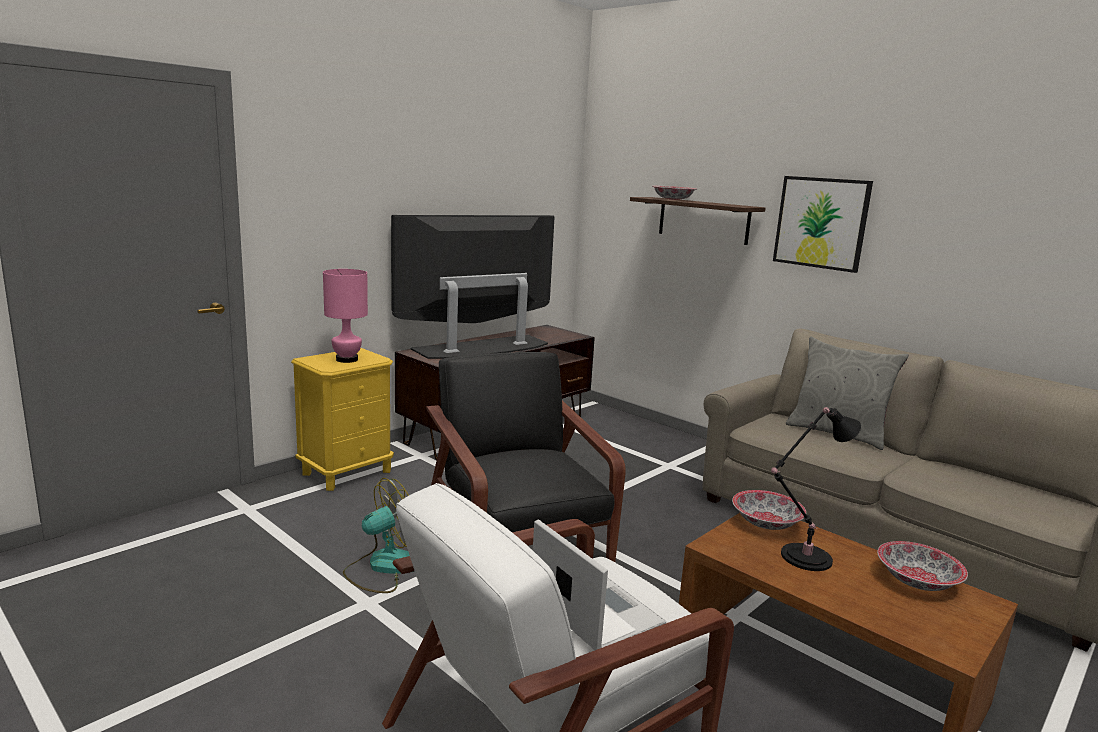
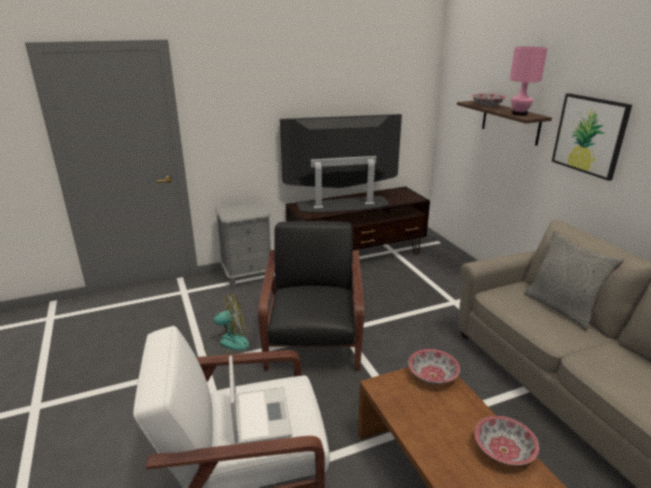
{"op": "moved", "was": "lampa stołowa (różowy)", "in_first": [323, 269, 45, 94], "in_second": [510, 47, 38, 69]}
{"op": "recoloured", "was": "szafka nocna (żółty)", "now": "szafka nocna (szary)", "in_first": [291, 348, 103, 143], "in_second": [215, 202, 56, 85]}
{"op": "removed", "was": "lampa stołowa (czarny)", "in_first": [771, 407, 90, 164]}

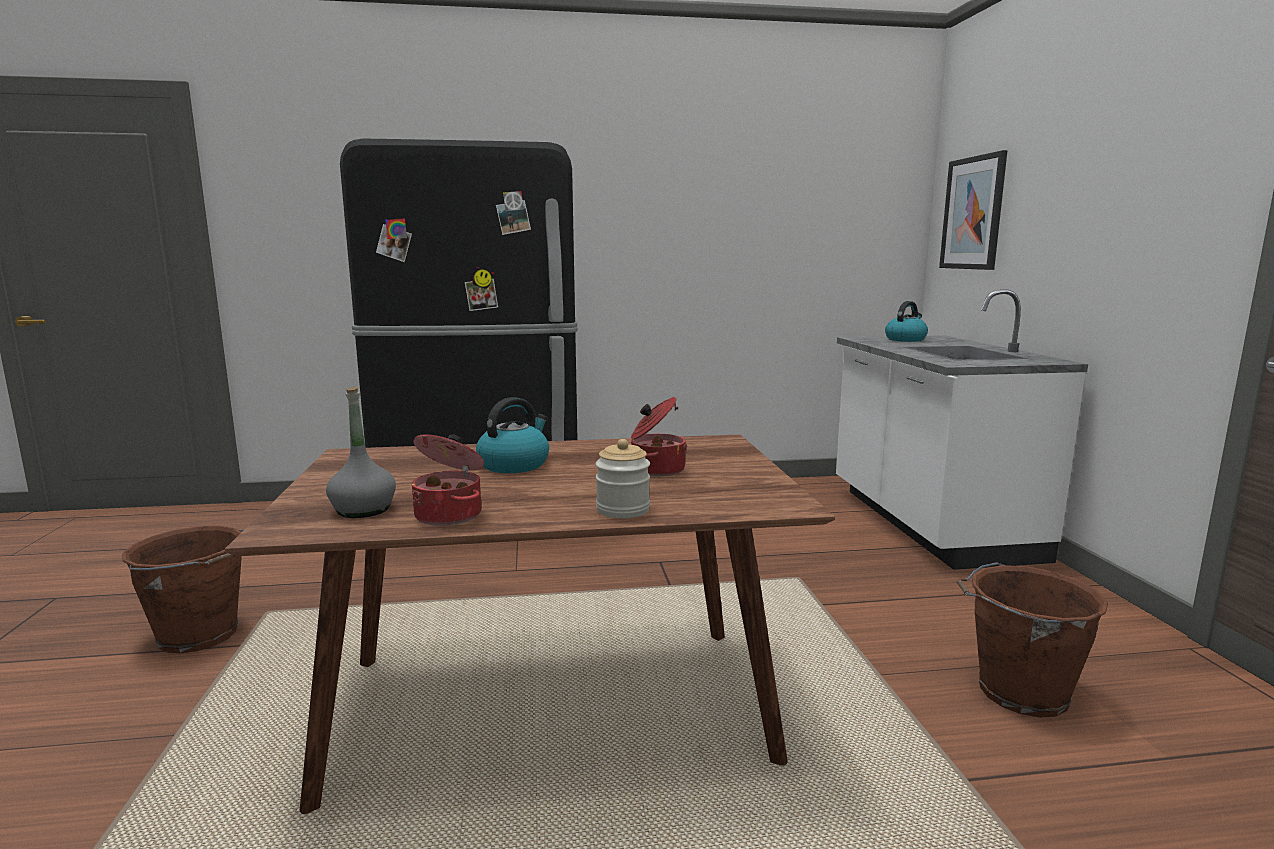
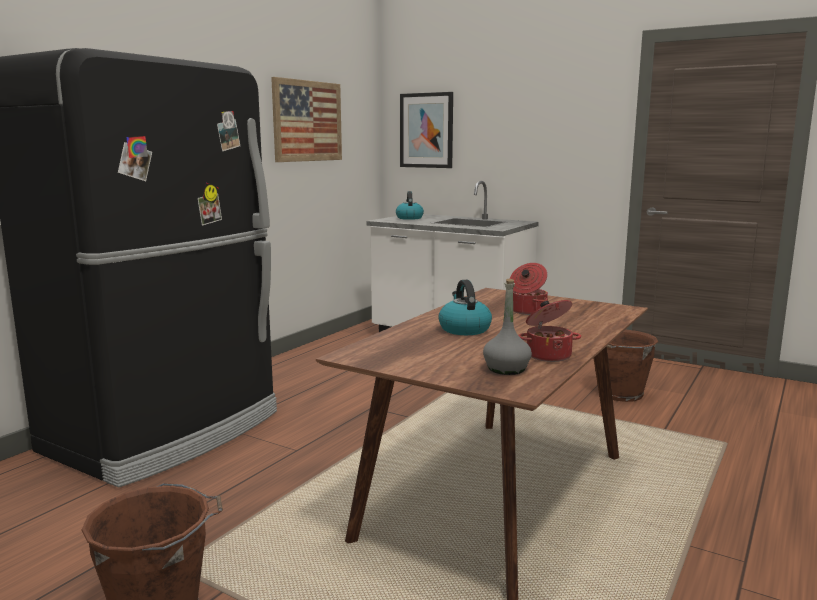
{"op": "removed", "was": "słoik", "in_first": [595, 439, 55, 79]}
{"op": "added", "now": "obraz", "in_second": [271, 77, 71, 85]}

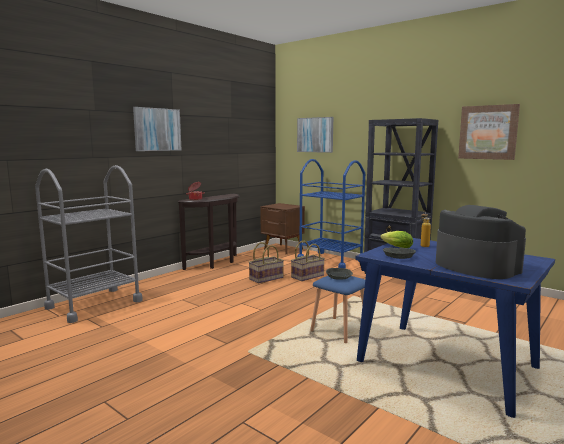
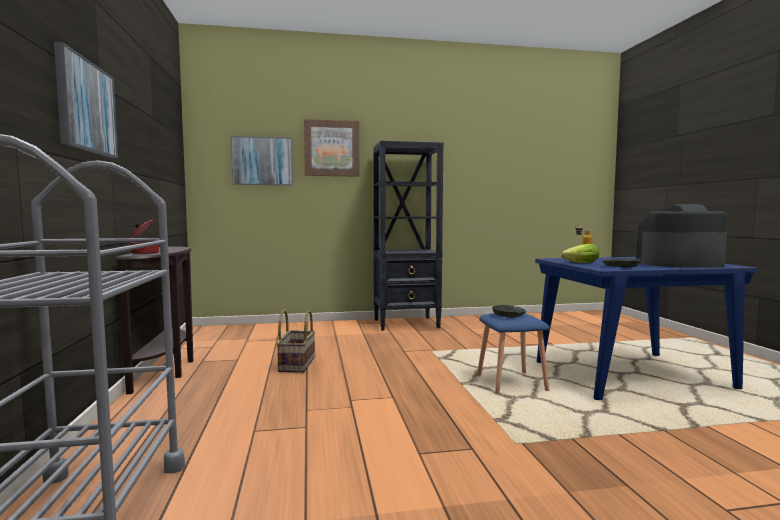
{"op": "moved", "was": "obraz", "in_first": [458, 104, 62, 56], "in_second": [304, 119, 55, 58]}
{"op": "removed", "was": "wózek (niebieski)", "in_first": [297, 159, 68, 110]}
{"op": "removed", "was": "szafka nocna (brązowy)", "in_first": [260, 203, 45, 51]}
{"op": "removed", "was": "koszyk", "in_first": [291, 241, 34, 40]}

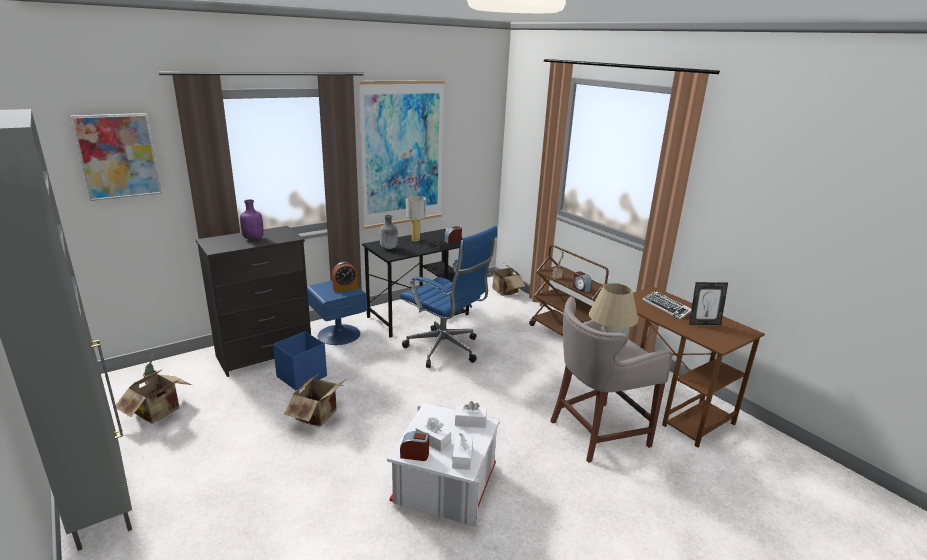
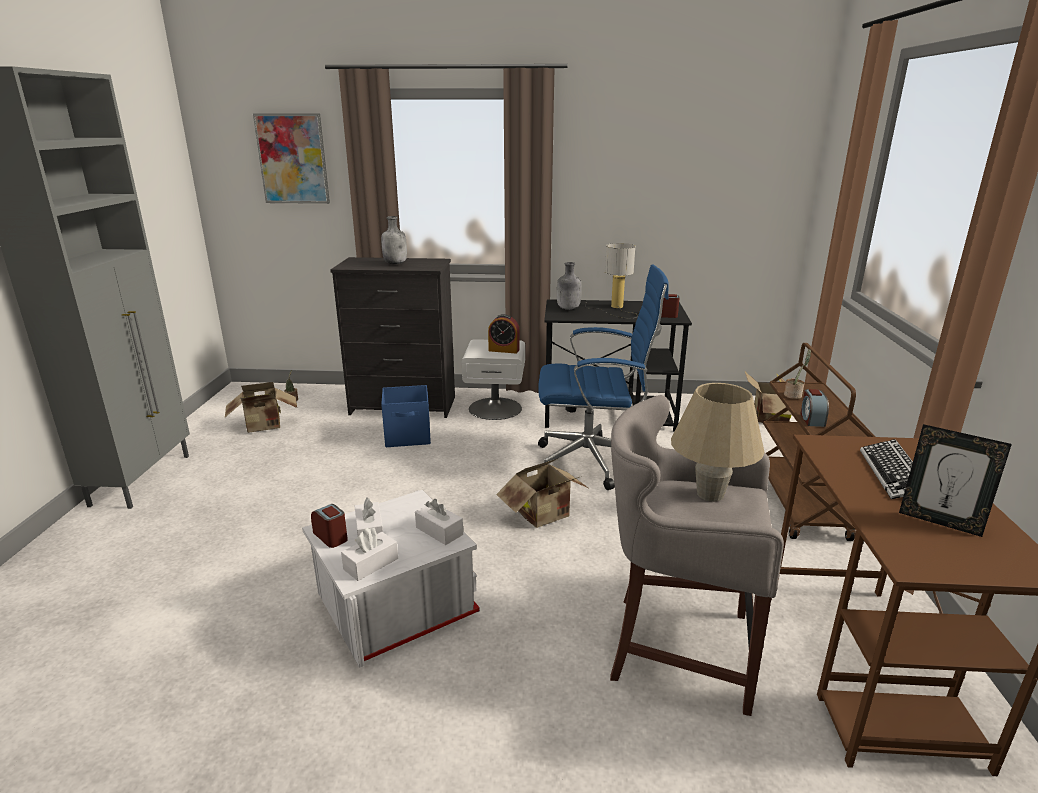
{"op": "removed", "was": "obraz", "in_first": [358, 80, 87, 149]}
{"op": "recoloured", "was": "butelka (fioletowy)", "now": "butelka (szary)", "in_first": [240, 200, 23, 40], "in_second": [381, 216, 26, 48]}
{"op": "turned", "was": "krzesło biurowe (niebieski)", "in_first": [400, 226, 98, 142], "in_second": [538, 264, 131, 226], "clockwise": -75}
{"op": "recoloured", "was": "szafka nocna (niebieski)", "now": "szafka nocna (biały)", "in_first": [307, 281, 60, 64], "in_second": [462, 339, 63, 81]}
{"op": "moved", "was": "karton", "in_first": [284, 373, 61, 54], "in_second": [496, 459, 92, 69]}

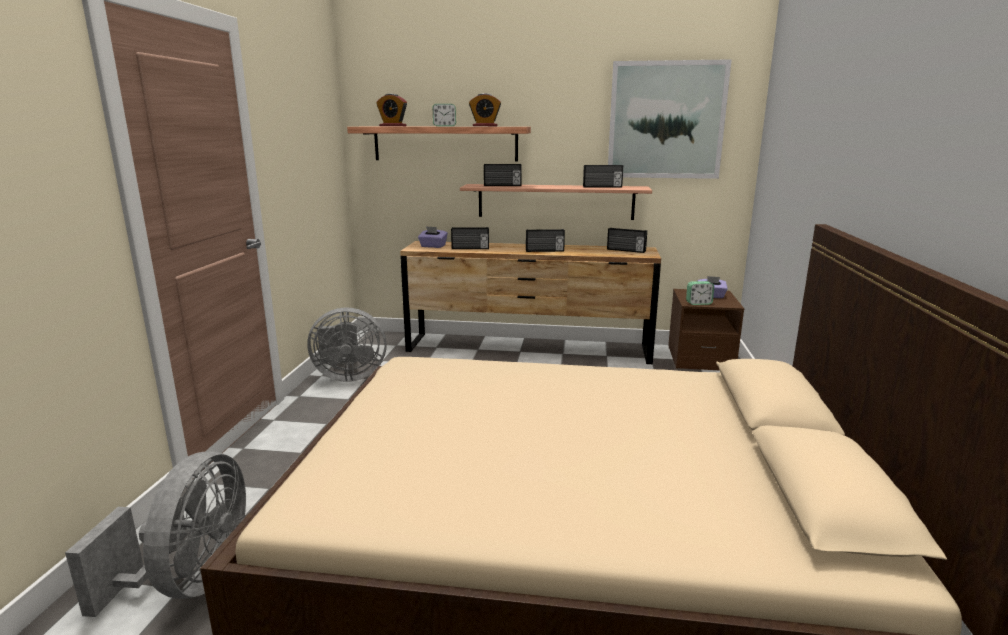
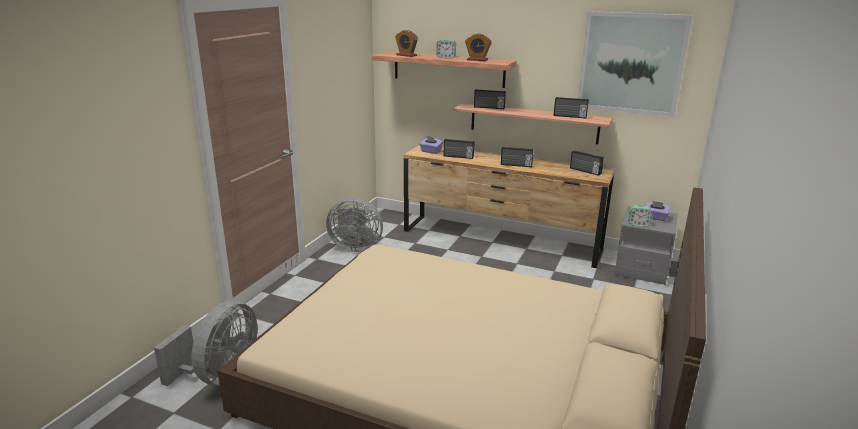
{"op": "recoloured", "was": "szafka nocna (brązowy)", "now": "szafka nocna (szary)", "in_first": [668, 289, 76, 81], "in_second": [614, 206, 64, 79]}

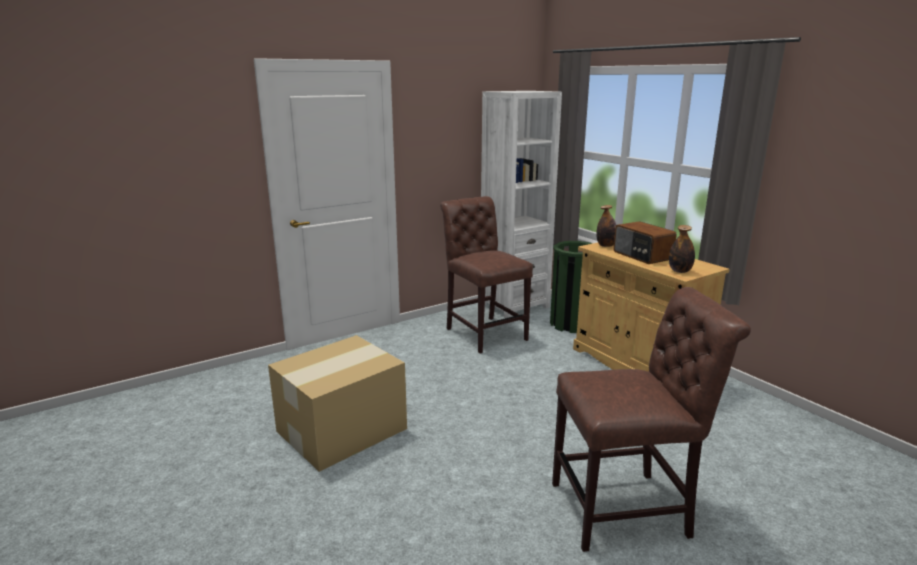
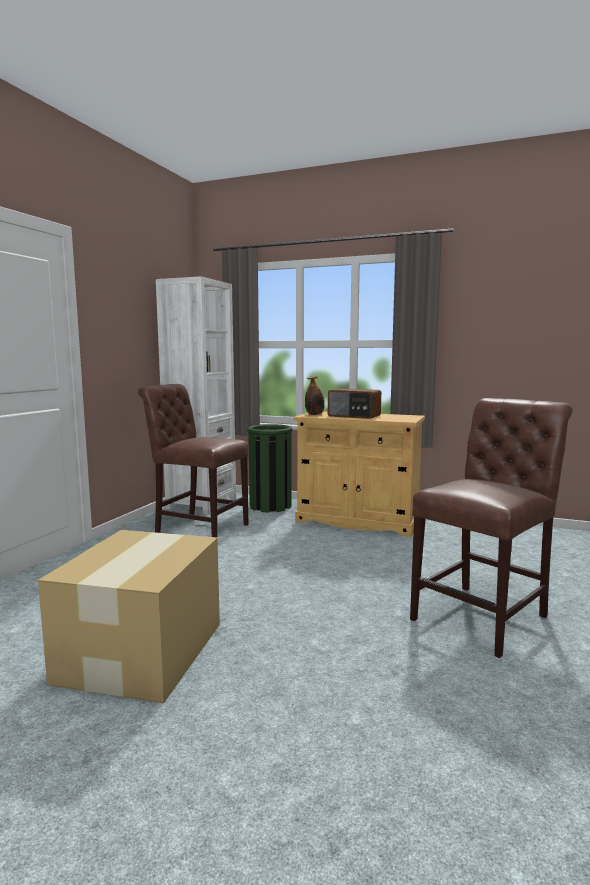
{"op": "removed", "was": "butelka", "in_first": [669, 225, 26, 48]}

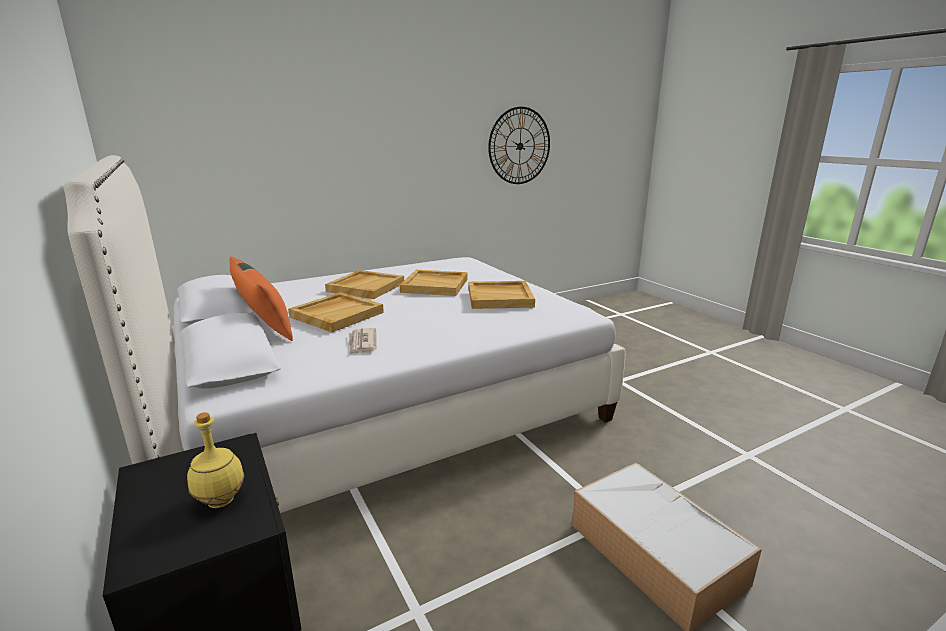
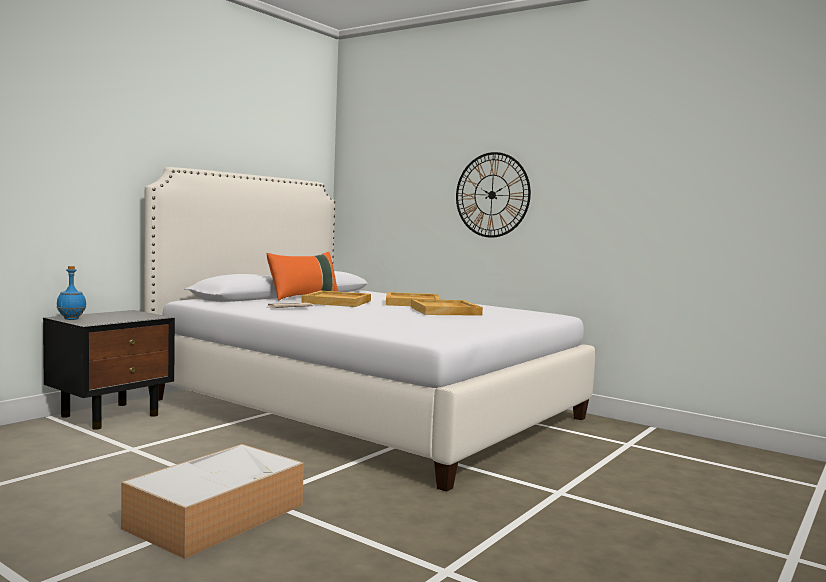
{"op": "moved", "was": "zegar ścienny", "in_first": [488, 107, 62, 77], "in_second": [456, 152, 75, 86]}
{"op": "removed", "was": "taca (beżowy)", "in_first": [469, 281, 66, 28]}
{"op": "removed", "was": "butelka (żółty)", "in_first": [187, 412, 58, 96]}
{"op": "added", "now": "butelka (niebieski)", "in_second": [57, 266, 29, 54]}

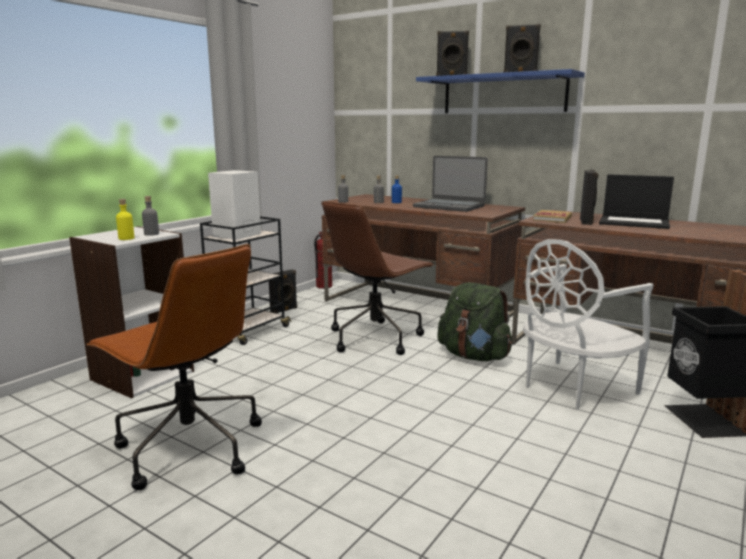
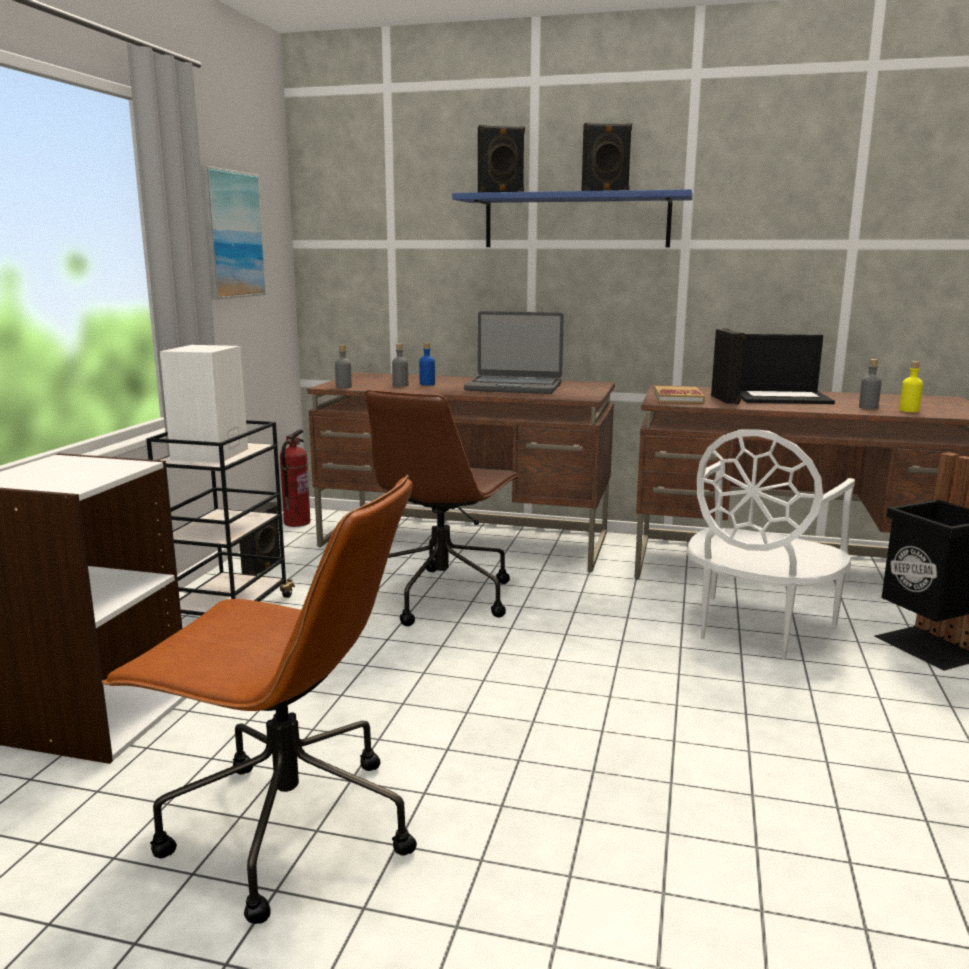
{"op": "moved", "was": "butelka (szary)", "in_first": [142, 196, 17, 40], "in_second": [859, 359, 23, 50]}
{"op": "moved", "was": "butelka (żółty)", "in_first": [116, 199, 18, 41], "in_second": [899, 361, 24, 51]}
{"op": "removed", "was": "plecak (zielony)", "in_first": [437, 282, 75, 79]}
{"op": "added", "now": "obraz", "in_second": [201, 166, 66, 133]}

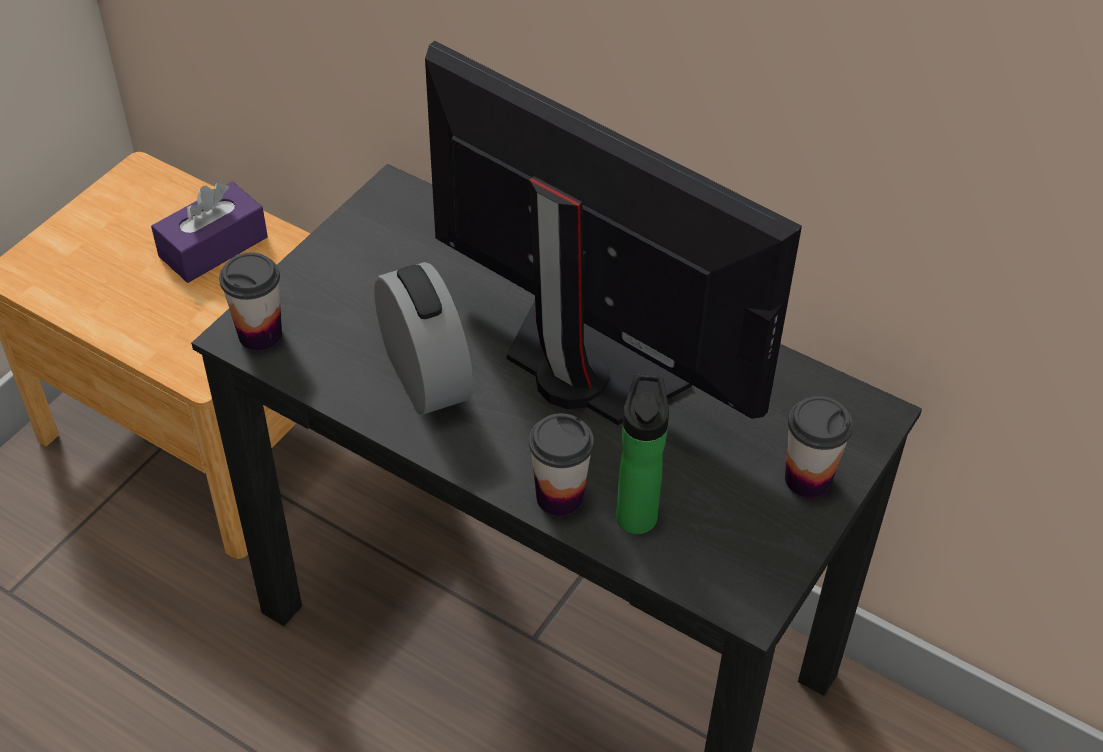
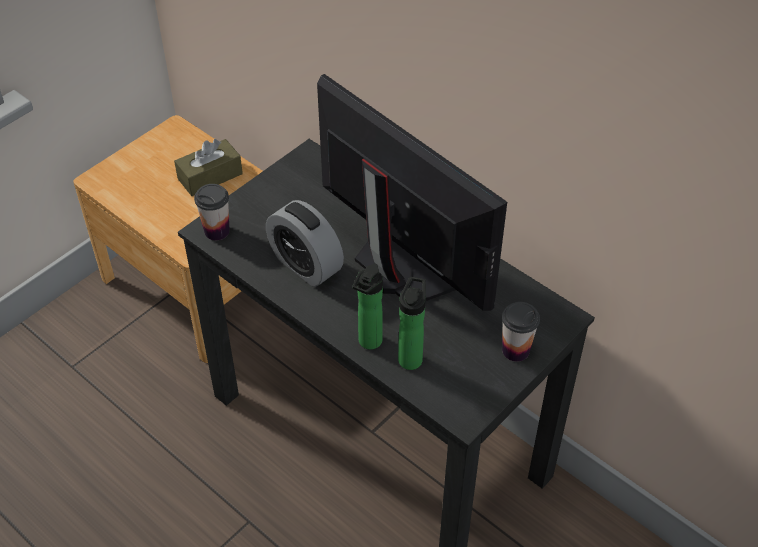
{"op": "recoloured", "was": "pudełko chusteczek (fioletowy)", "now": "pudełko chusteczek (brązowy)", "in_first": [151, 182, 117, 101], "in_second": [174, 139, 69, 57]}
{"op": "turned", "was": "budzik", "in_first": [374, 262, 99, 153], "in_second": [266, 200, 78, 87], "clockwise": 150}
{"op": "replaced", "was": "filiżanka", "now": "butelka", "in_first": [529, 413, 65, 103], "in_second": [353, 264, 30, 86]}

